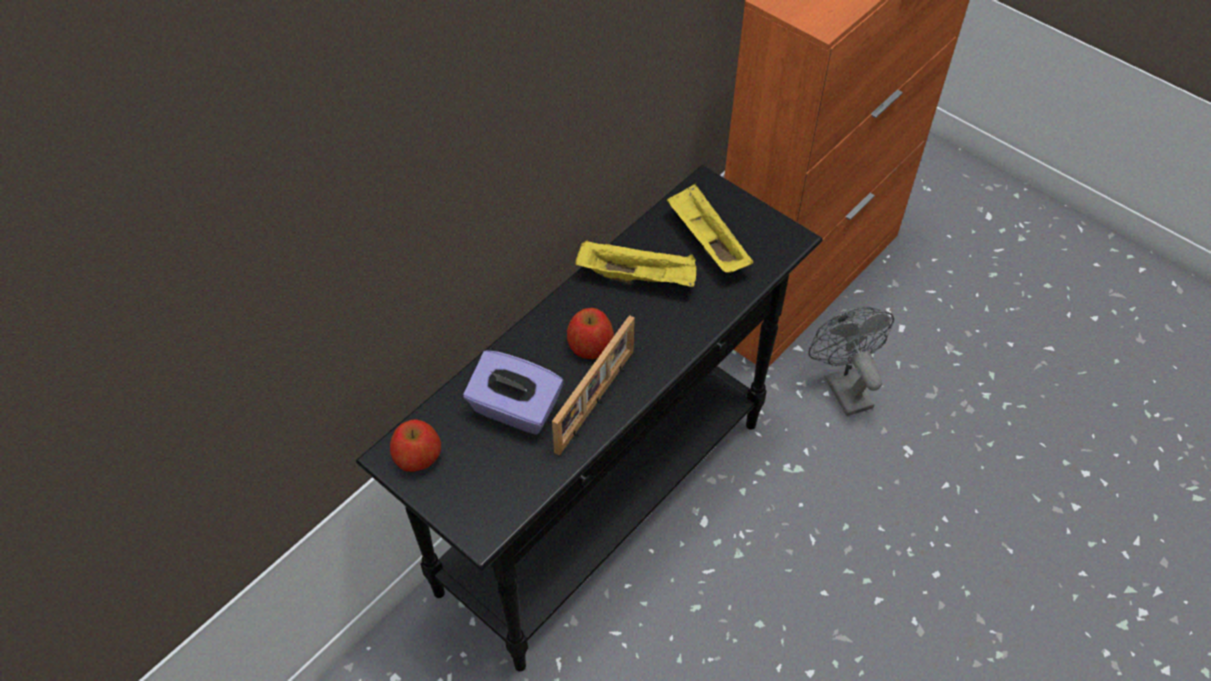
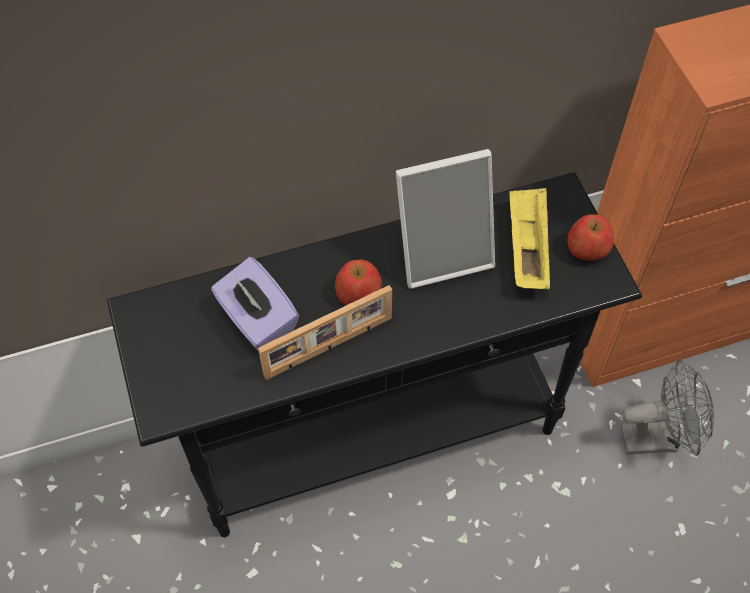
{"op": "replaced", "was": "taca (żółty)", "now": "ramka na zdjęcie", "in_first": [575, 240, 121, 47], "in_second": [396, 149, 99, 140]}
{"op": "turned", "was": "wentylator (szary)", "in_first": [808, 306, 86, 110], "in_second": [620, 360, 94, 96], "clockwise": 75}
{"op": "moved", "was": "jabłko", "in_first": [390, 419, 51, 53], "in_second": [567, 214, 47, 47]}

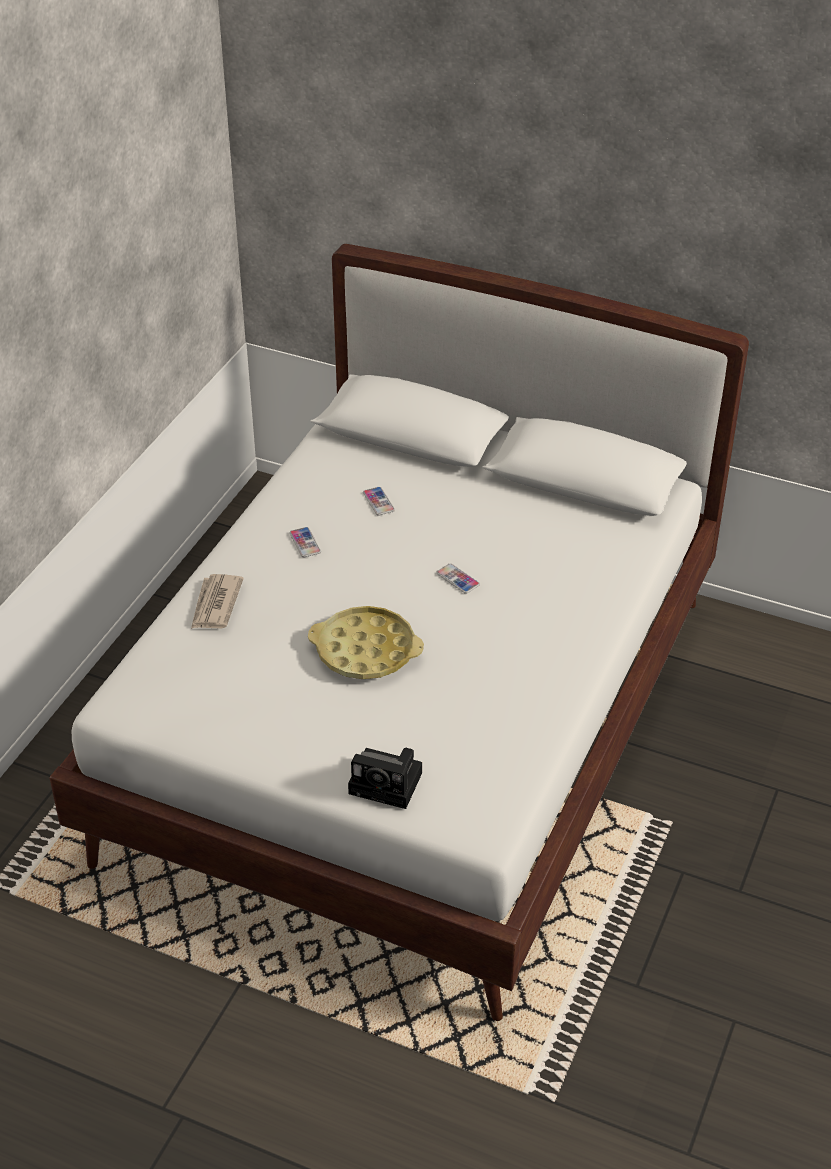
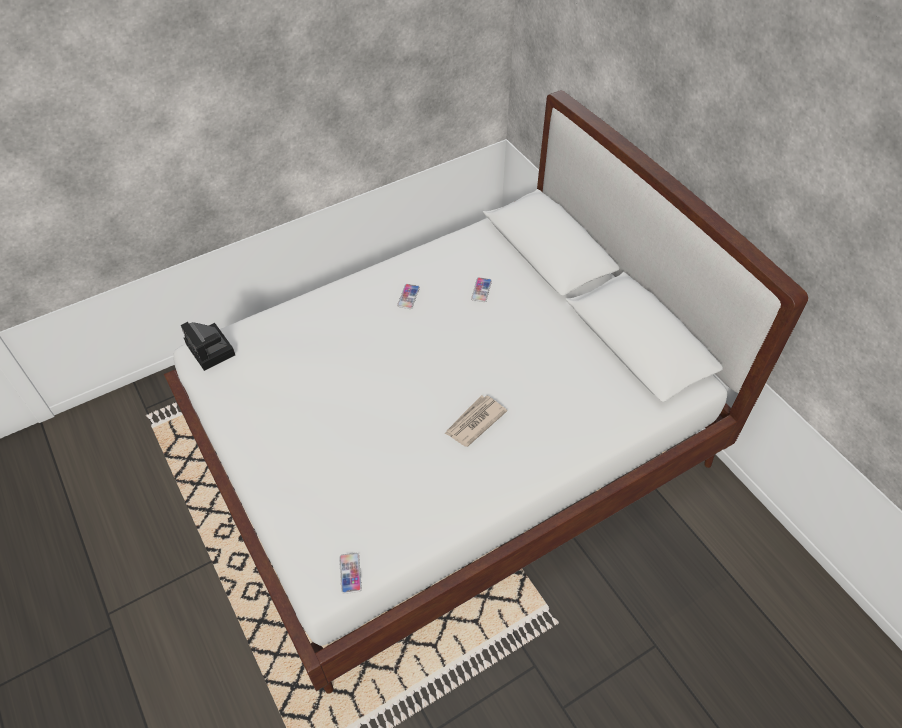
{"op": "moved", "was": "telefon", "in_first": [436, 563, 44, 31], "in_second": [339, 553, 23, 41]}
{"op": "moved", "was": "gazeta", "in_first": [191, 574, 53, 55], "in_second": [444, 395, 63, 52]}
{"op": "removed", "was": "taca (żółty)", "in_first": [308, 606, 116, 73]}
{"op": "moved", "was": "aparat fotograficzny", "in_first": [348, 748, 74, 61], "in_second": [181, 322, 54, 49]}

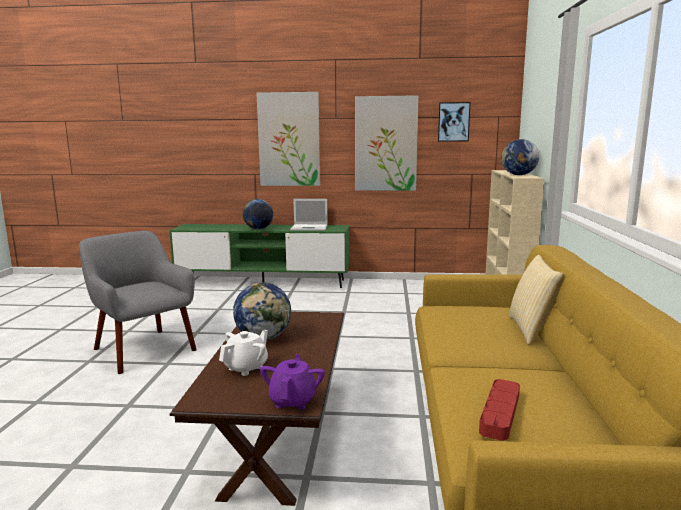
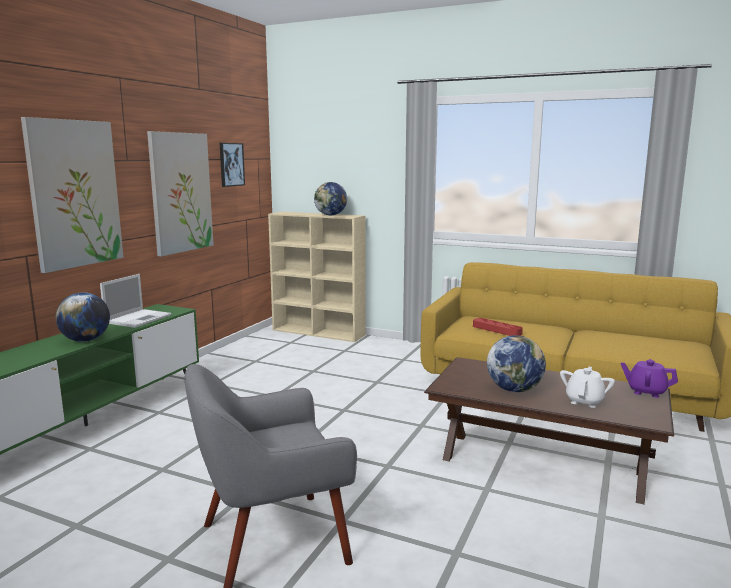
{"op": "removed", "was": "poduszka", "in_first": [509, 255, 56, 90]}
{"op": "turned", "was": "imbryk (biały)", "in_first": [219, 330, 49, 46], "in_second": [560, 367, 55, 41], "clockwise": 60}
{"op": "moved", "was": "taca (czerwony)", "in_first": [479, 379, 41, 62], "in_second": [473, 318, 50, 18]}

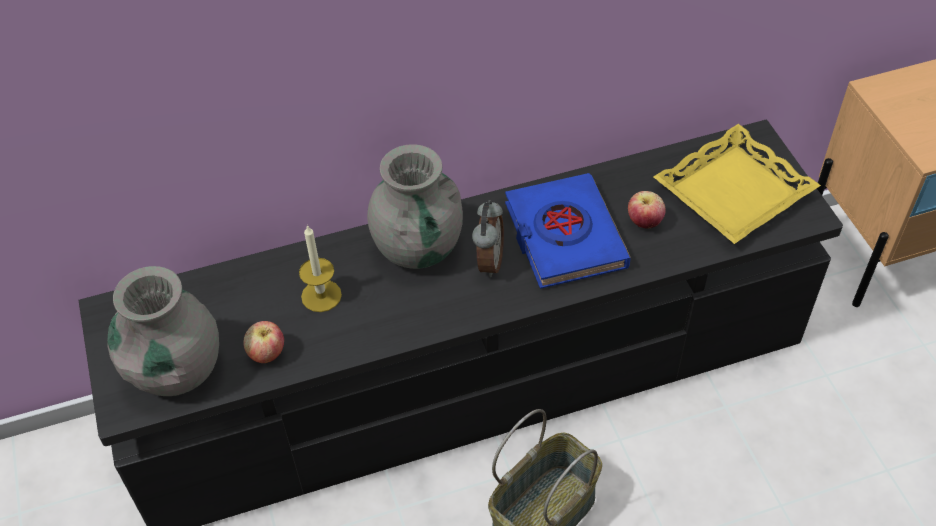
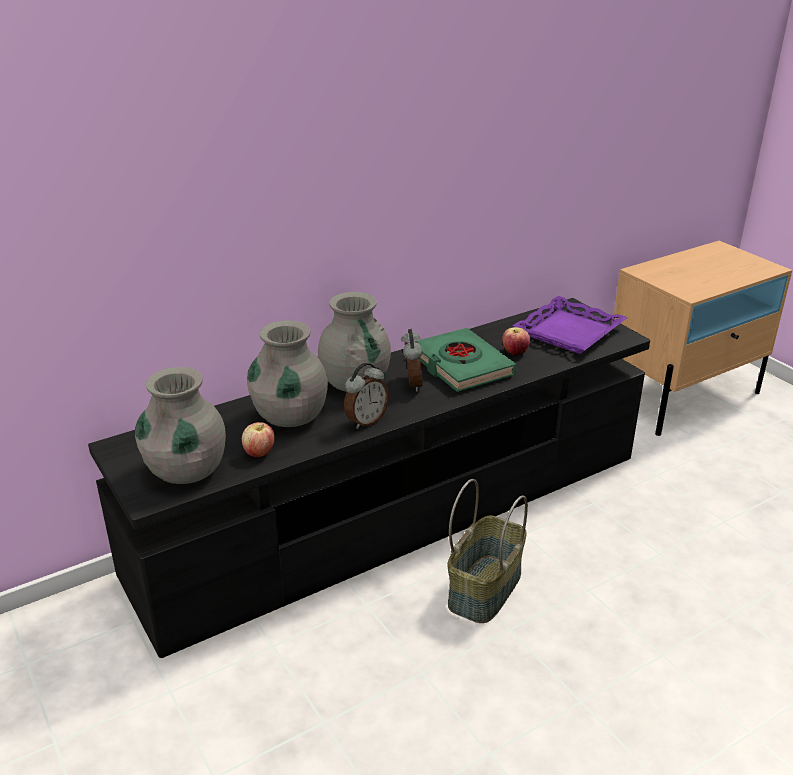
{"op": "recoloured", "was": "taca (żółty)", "now": "taca (fioletowy)", "in_first": [653, 124, 168, 120], "in_second": [513, 296, 114, 58]}
{"op": "recoloured", "was": "książka (niebieski)", "now": "książka (zielony)", "in_first": [505, 173, 126, 116], "in_second": [417, 328, 100, 64]}
{"op": "replaced", "was": "świeca", "now": "wazon (szary)", "in_first": [299, 225, 43, 87], "in_second": [247, 321, 81, 106]}
{"op": "added", "now": "budzik", "in_second": [344, 363, 45, 66]}

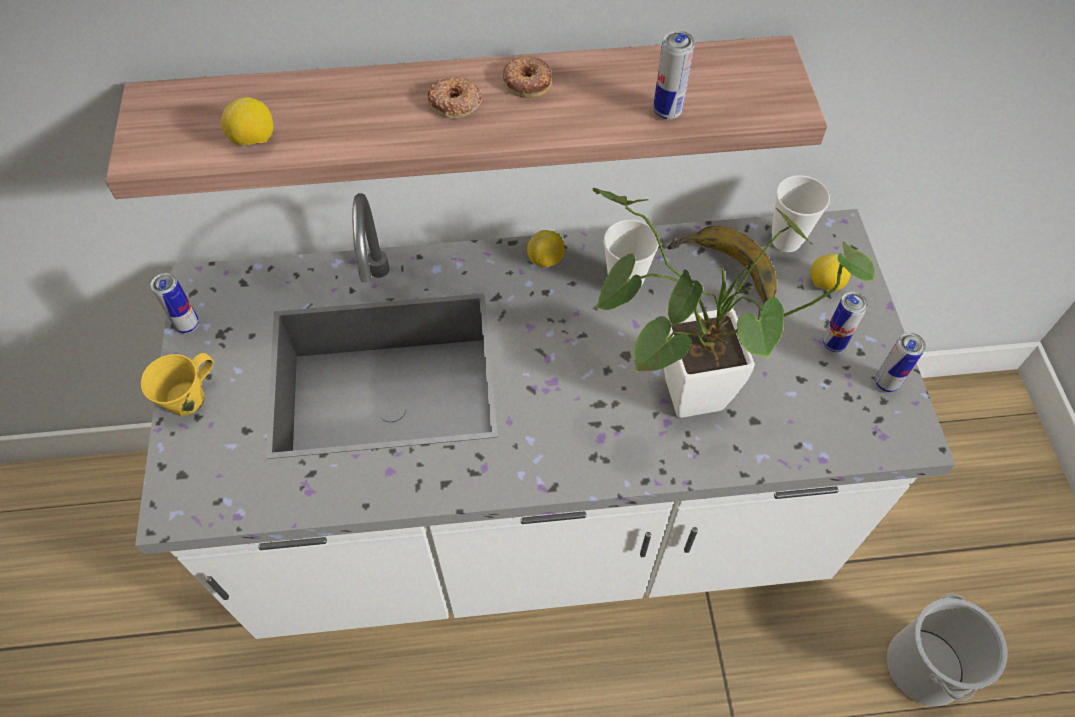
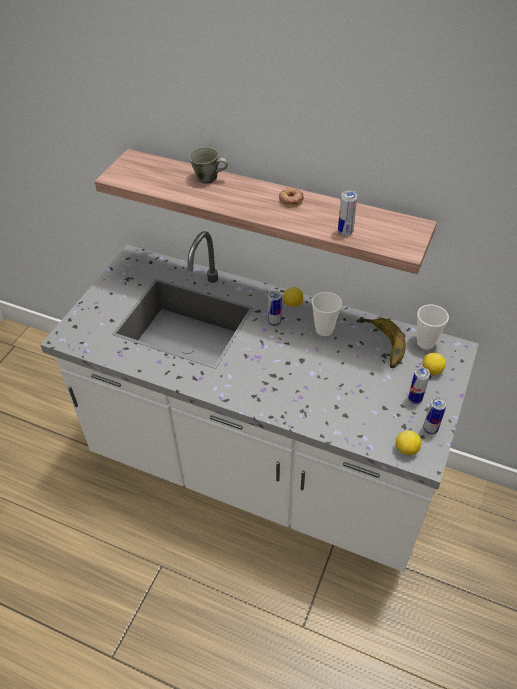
{"op": "removed", "was": "donut", "in_first": [428, 77, 54, 41]}
{"op": "moved", "was": "cytryna", "in_first": [221, 97, 52, 50], "in_second": [396, 431, 25, 24]}
{"op": "removed", "was": "roślina doniczkowa", "in_first": [592, 188, 283, 230]}
{"op": "moved", "was": "puszka", "in_first": [150, 273, 49, 61], "in_second": [268, 291, 14, 35]}
{"op": "removed", "was": "kubek (żółty)", "in_first": [141, 353, 73, 63]}
{"op": "removed", "was": "wiadro", "in_first": [887, 594, 120, 112]}
{"op": "added", "now": "kubek (szary)", "in_second": [189, 147, 39, 37]}

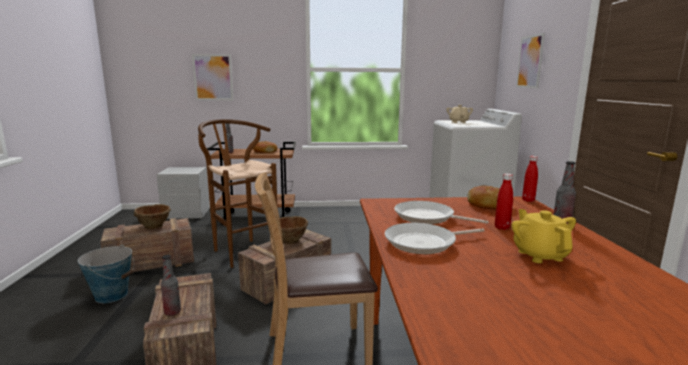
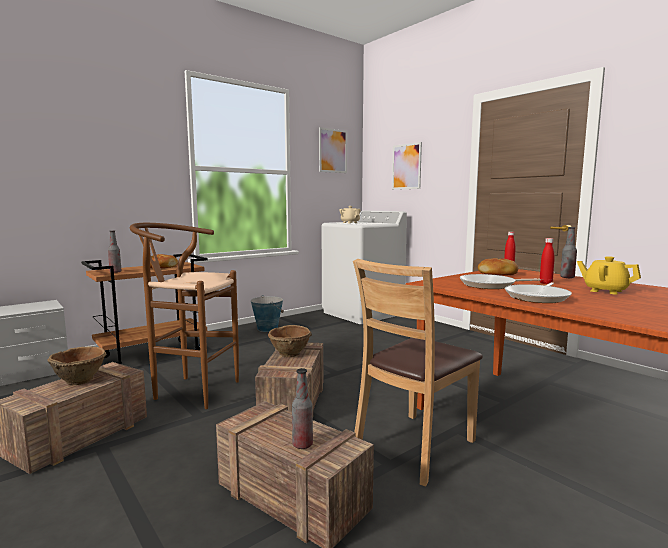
{"op": "moved", "was": "obraz", "in_first": [192, 54, 41, 46], "in_second": [319, 127, 28, 46]}
{"op": "moved", "was": "wiadro", "in_first": [78, 245, 56, 58], "in_second": [251, 295, 33, 37]}

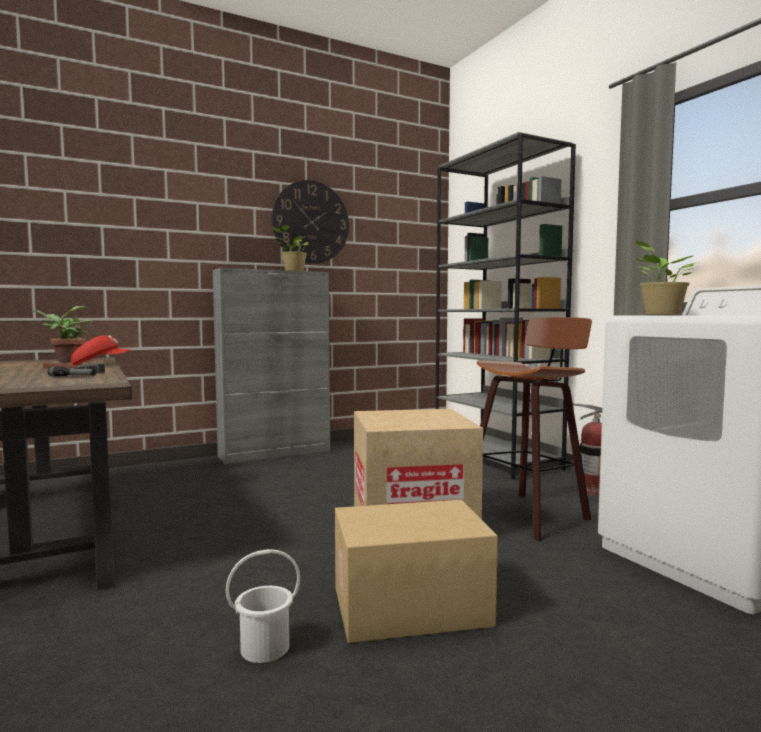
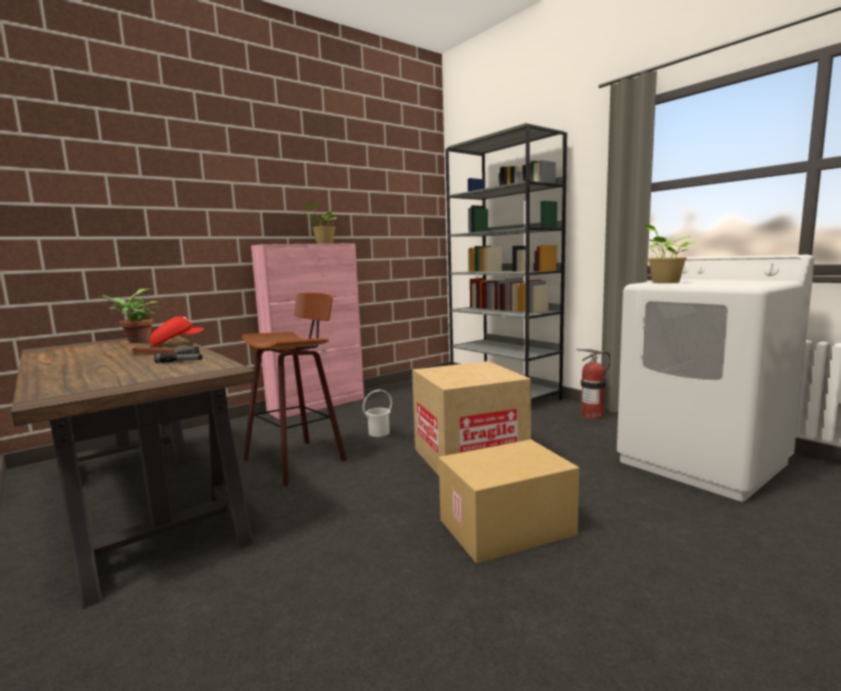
{"op": "removed", "was": "zegar ścienny", "in_first": [271, 180, 78, 84]}
{"op": "recoloured", "was": "szafka (szary)", "now": "szafka (różowy)", "in_first": [213, 268, 117, 196], "in_second": [251, 243, 113, 176]}
{"op": "moved", "was": "stołek", "in_first": [477, 317, 115, 224], "in_second": [242, 293, 105, 193]}
{"op": "moved", "was": "wiadro (biały)", "in_first": [226, 549, 74, 114], "in_second": [363, 390, 29, 47]}

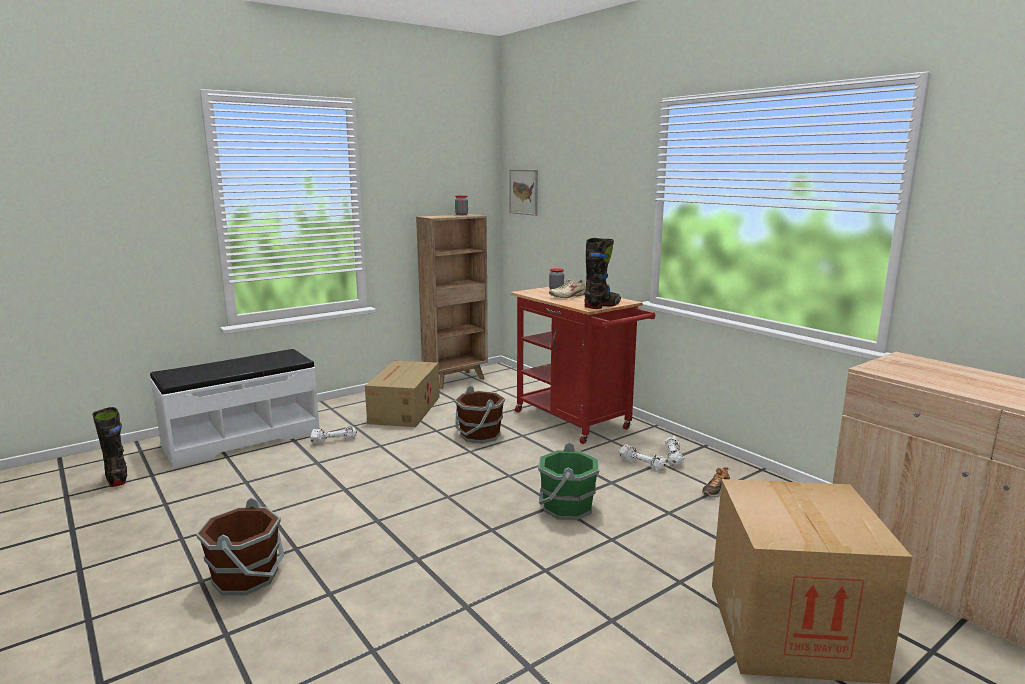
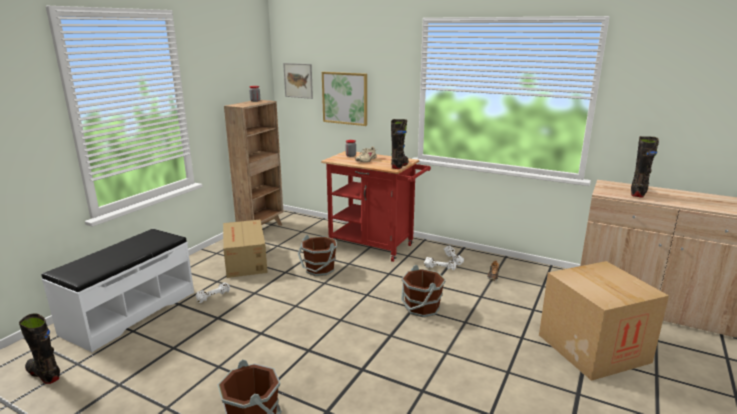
{"op": "recoloured", "was": "wiadro (zielony)", "now": "wiadro (brązowy)", "in_first": [538, 442, 61, 78], "in_second": [401, 265, 45, 52]}
{"op": "added", "now": "obraz", "in_second": [322, 72, 45, 54]}
{"op": "added", "now": "but z cholewką (czarny)", "in_second": [631, 136, 28, 62]}

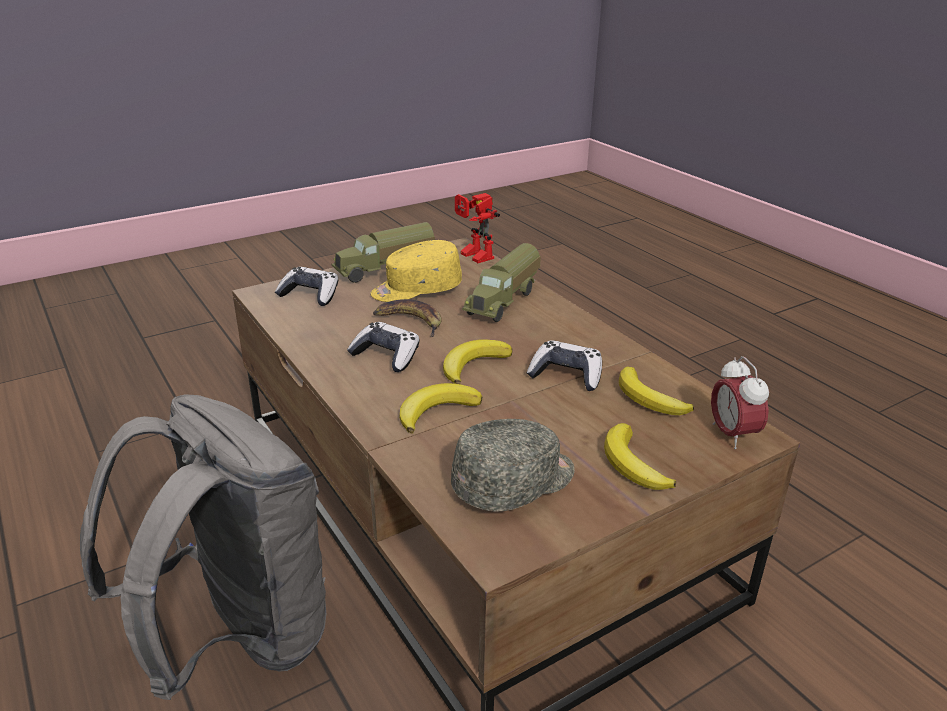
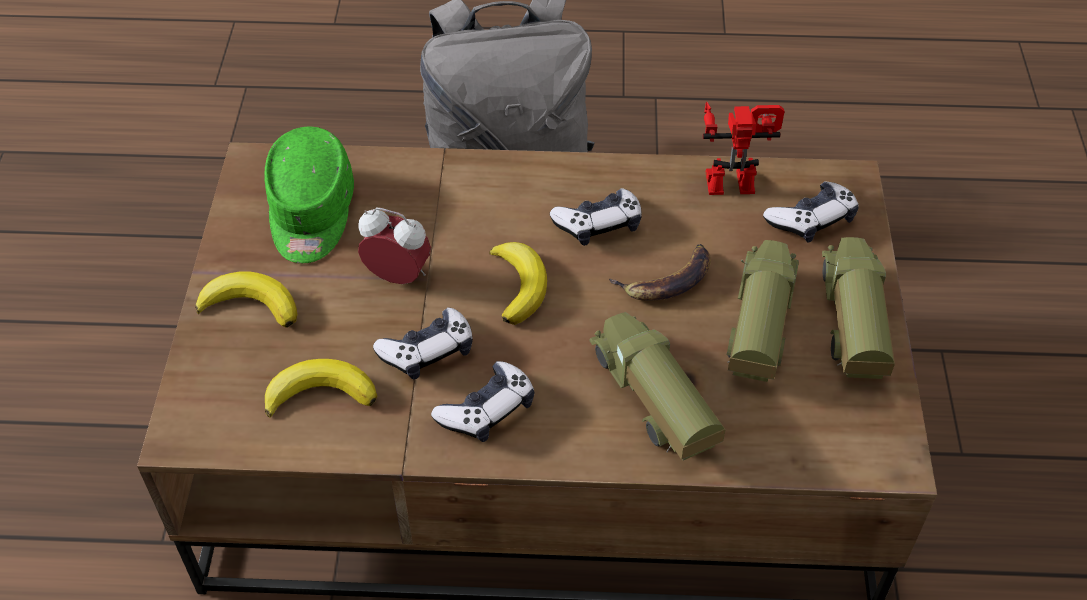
{"op": "moved", "was": "robot zabawkowy", "in_first": [455, 193, 45, 70], "in_second": [703, 102, 82, 93]}
{"op": "replaced", "was": "czapka z daszkiem (żółty)", "now": "ciężarówka zabawkowa", "in_first": [370, 240, 92, 62], "in_second": [727, 240, 72, 142]}
{"op": "moved", "was": "budzik", "in_first": [711, 356, 58, 93], "in_second": [358, 208, 73, 76]}
{"op": "removed", "was": "banan", "in_first": [399, 383, 83, 50]}
{"op": "recoloured", "was": "czapka z daszkiem (szary)", "now": "czapka z daszkiem (zielony)", "in_first": [451, 419, 124, 92], "in_second": [264, 126, 90, 137]}
{"op": "added", "now": "pad do gier", "in_second": [431, 361, 103, 81]}

